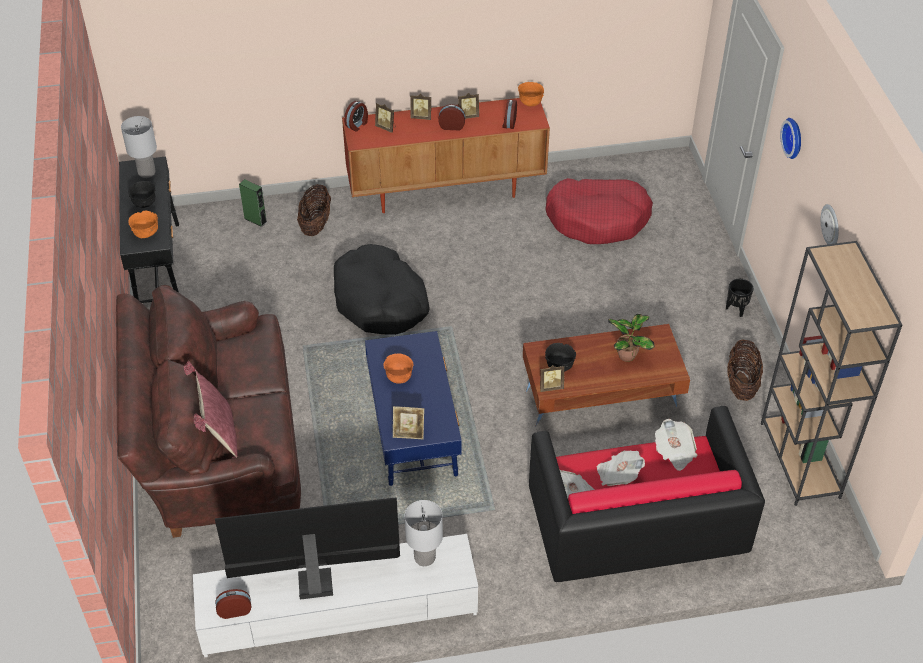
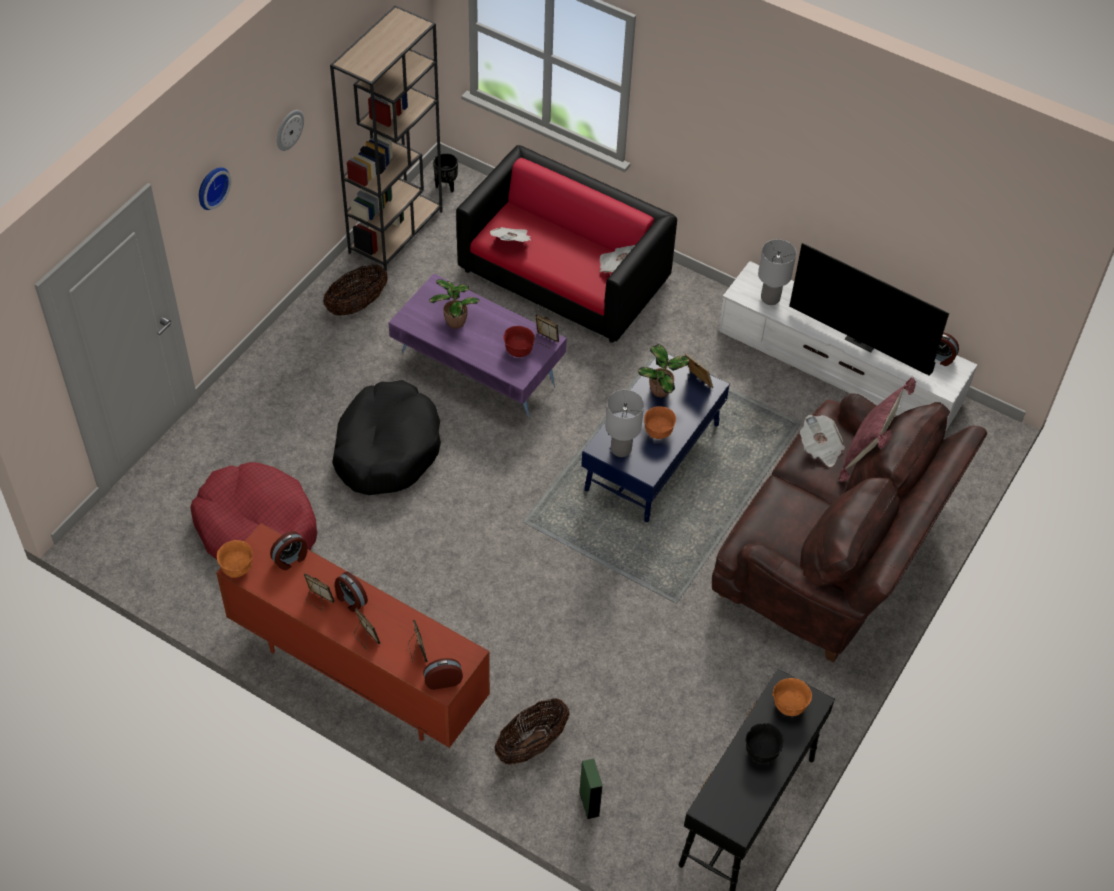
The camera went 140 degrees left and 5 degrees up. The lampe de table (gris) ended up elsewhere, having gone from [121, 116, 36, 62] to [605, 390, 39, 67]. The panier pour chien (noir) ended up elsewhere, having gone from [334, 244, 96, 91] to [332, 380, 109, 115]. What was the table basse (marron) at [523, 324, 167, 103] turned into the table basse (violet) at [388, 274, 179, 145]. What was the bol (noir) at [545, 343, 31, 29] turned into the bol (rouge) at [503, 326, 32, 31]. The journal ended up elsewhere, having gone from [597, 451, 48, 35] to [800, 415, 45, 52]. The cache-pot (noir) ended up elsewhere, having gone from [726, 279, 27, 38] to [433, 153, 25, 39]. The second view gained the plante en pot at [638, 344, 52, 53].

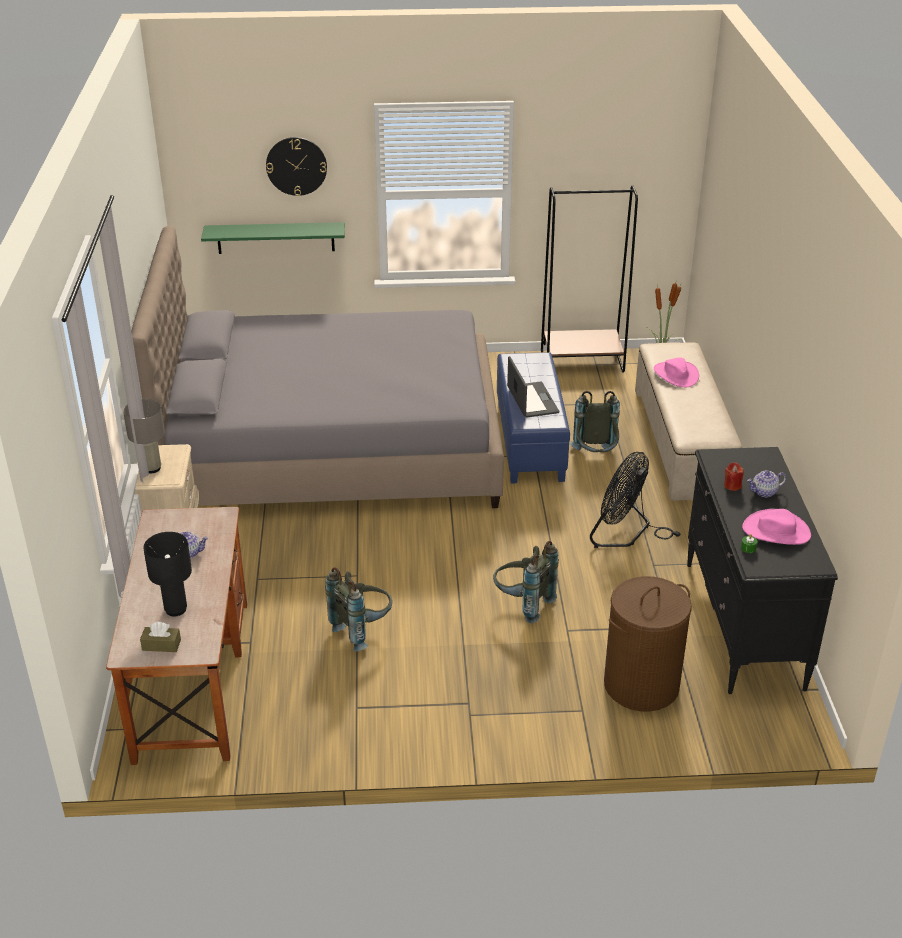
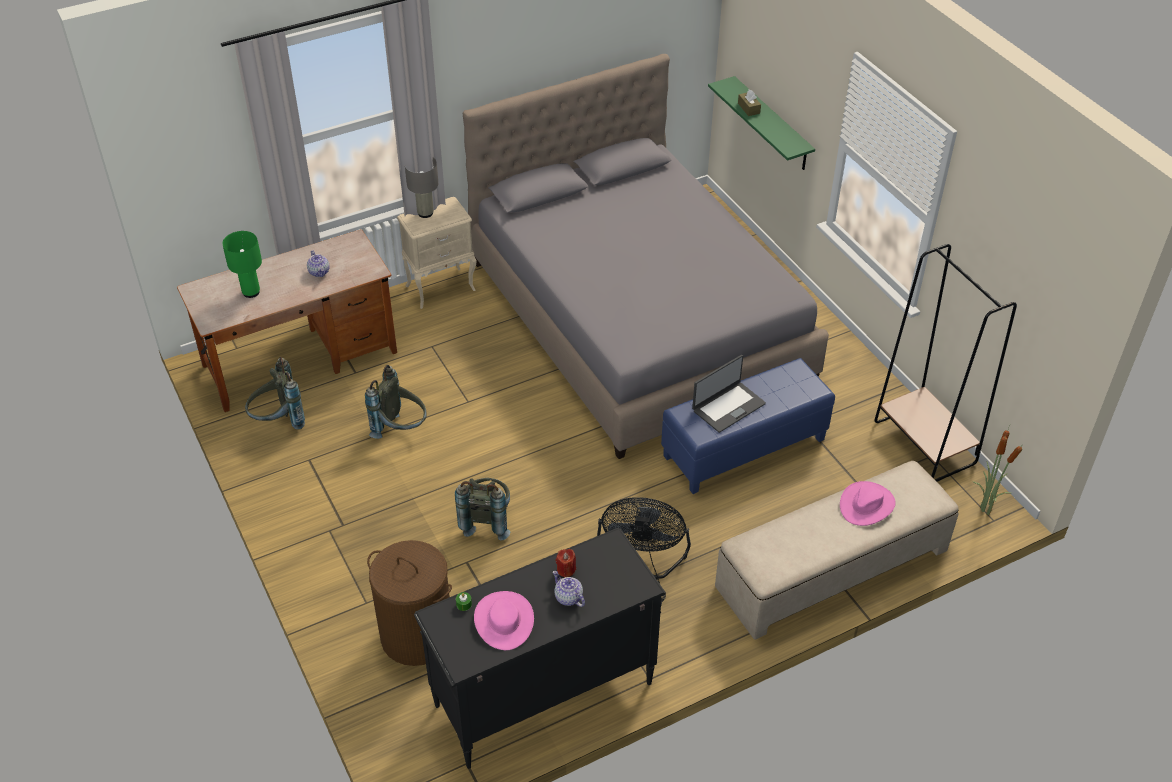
The camera went 65 degrees right and 10 degrees up. The boîte à mouchoirs (marron) ended up elsewhere, having gone from [140, 622, 41, 30] to [738, 89, 23, 27]. What was the lampe de table (noir) at [144, 532, 48, 84] turned into the lampe de table (vert) at [223, 231, 39, 67]. The second view lost the horloge murale at [266, 137, 61, 59]. The sac à dos (gris) ended up elsewhere, having gone from [570, 391, 50, 61] to [245, 357, 60, 72].

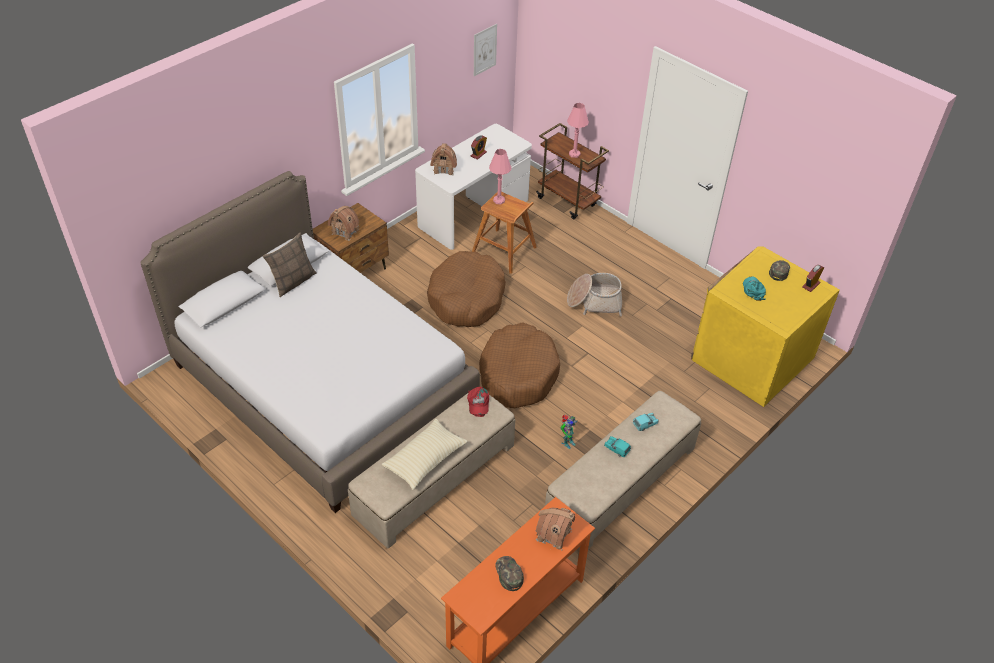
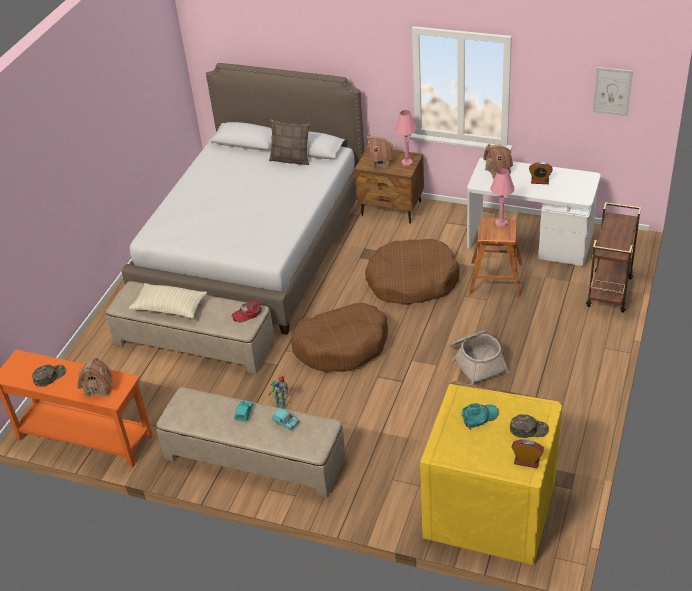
The camera went 70 degrees right and 5 degrees down. The lampe de table (rose) ended up elsewhere, having gone from [567, 103, 22, 55] to [395, 110, 22, 56].

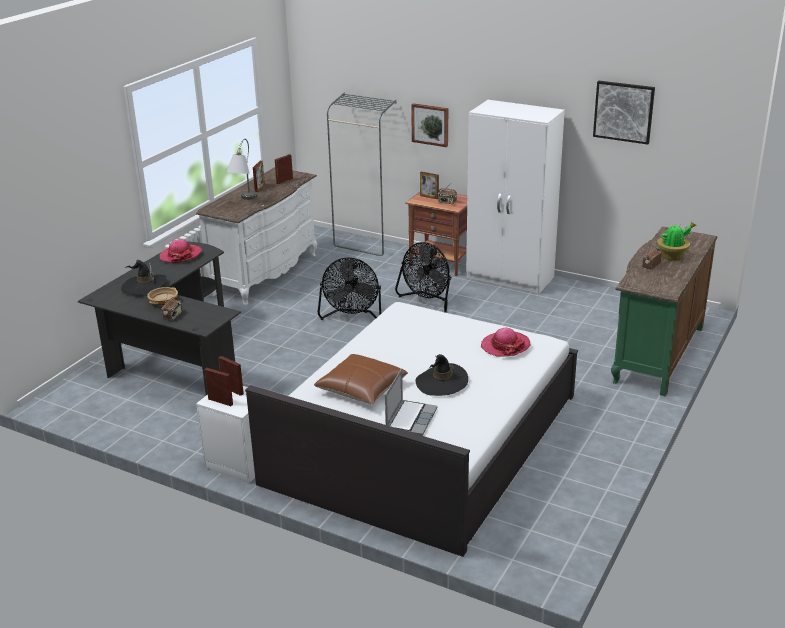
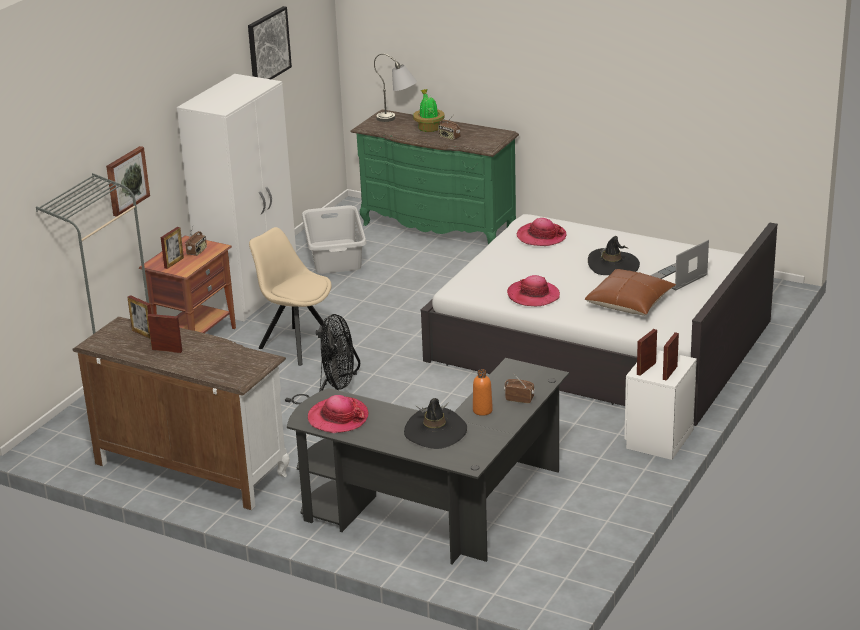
The camera went 90 degrees left and 0 degrees up. Where the bol (beige) stood at [147, 287, 31, 19], the bouteille (orange) came to stand at [473, 369, 20, 47]. The lampe de table (gris) ended up elsewhere, having gone from [227, 139, 31, 61] to [374, 54, 43, 68]. The ordinateur portable at [385, 369, 53, 67] ended up facing another way, 60 degrees counterclockwise from before. Where the ventilateur (noir) stood at [395, 242, 57, 71], the chaise (beige) came to stand at [249, 227, 87, 139]. The second view gained the panier à linge (gris) at [302, 205, 64, 69]. The second view gained the chapeau at [507, 275, 53, 31].

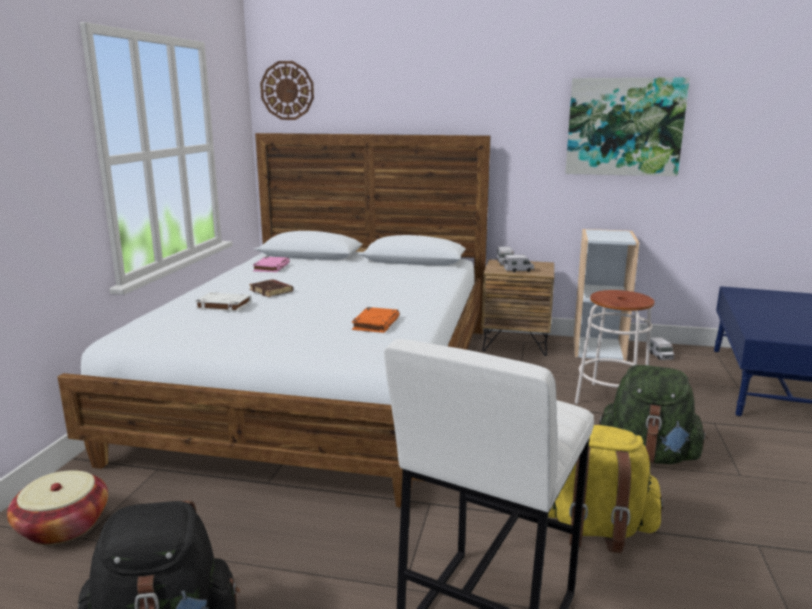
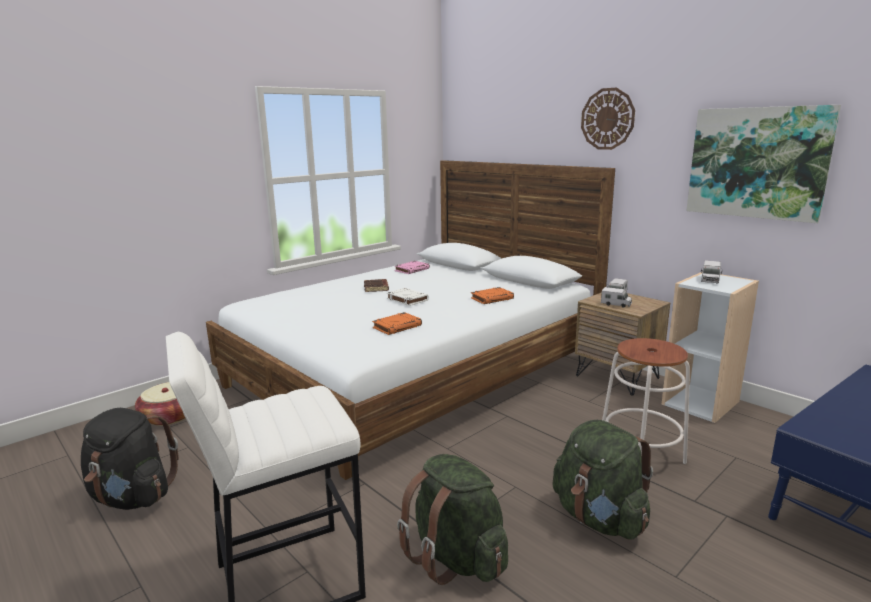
The camera went 35 degrees right and 0 degrees up. The livre (blanc) ended up elsewhere, having gone from [195, 292, 57, 20] to [387, 288, 42, 18]. The horloge murale ended up elsewhere, having gone from [260, 61, 54, 59] to [581, 88, 54, 62]. What was the sac à dos (jaune) at [548, 425, 115, 128] turned into the sac à dos (vert) at [397, 454, 111, 131]. The camion jouet ended up elsewhere, having gone from [650, 337, 24, 23] to [701, 260, 21, 24]. The second view gained the livre (orange) at [471, 287, 43, 17].

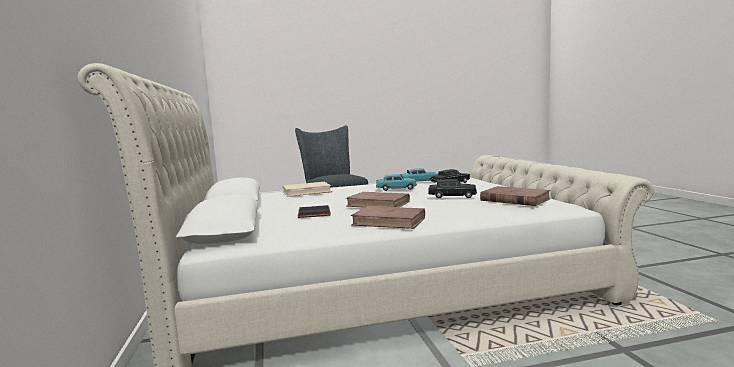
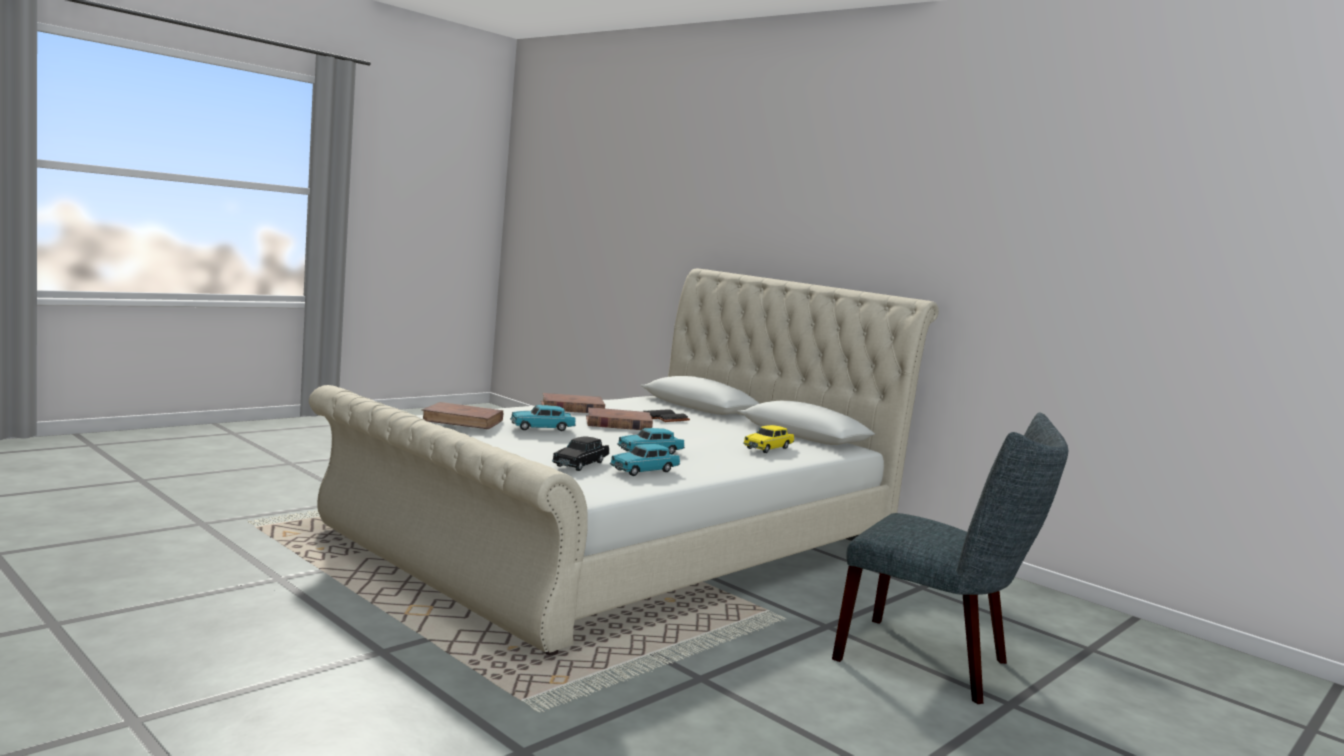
The camera went 145 degrees right and 0 degrees up. Where the livre (beige) stood at [283, 182, 49, 15], the petite voiture (jaune) came to stand at [743, 425, 51, 28]. What was the petite voiture (noir) at [428, 179, 49, 19] turned into the petite voiture (turquoise) at [510, 405, 66, 26].

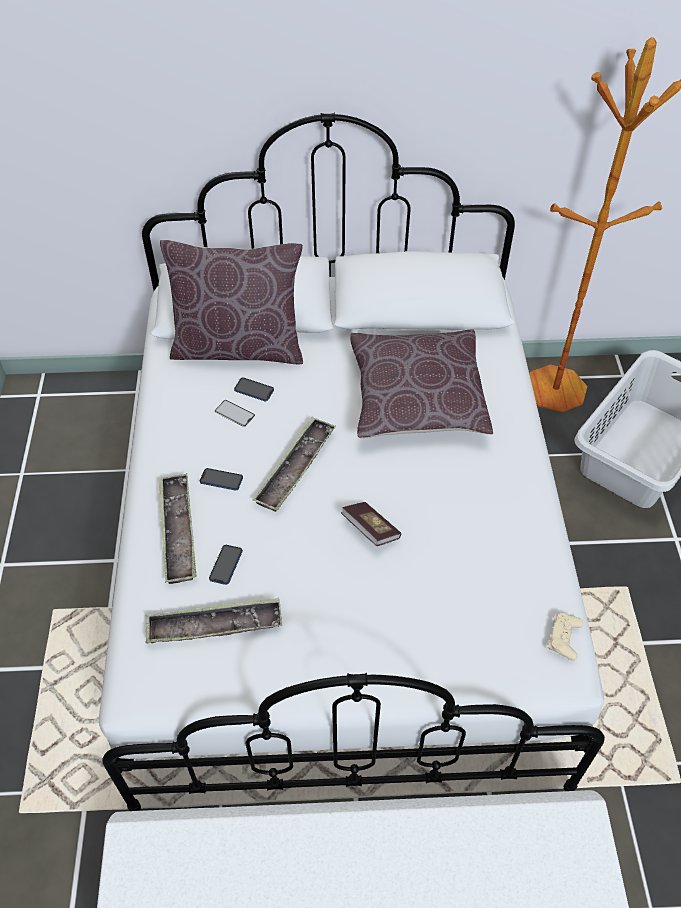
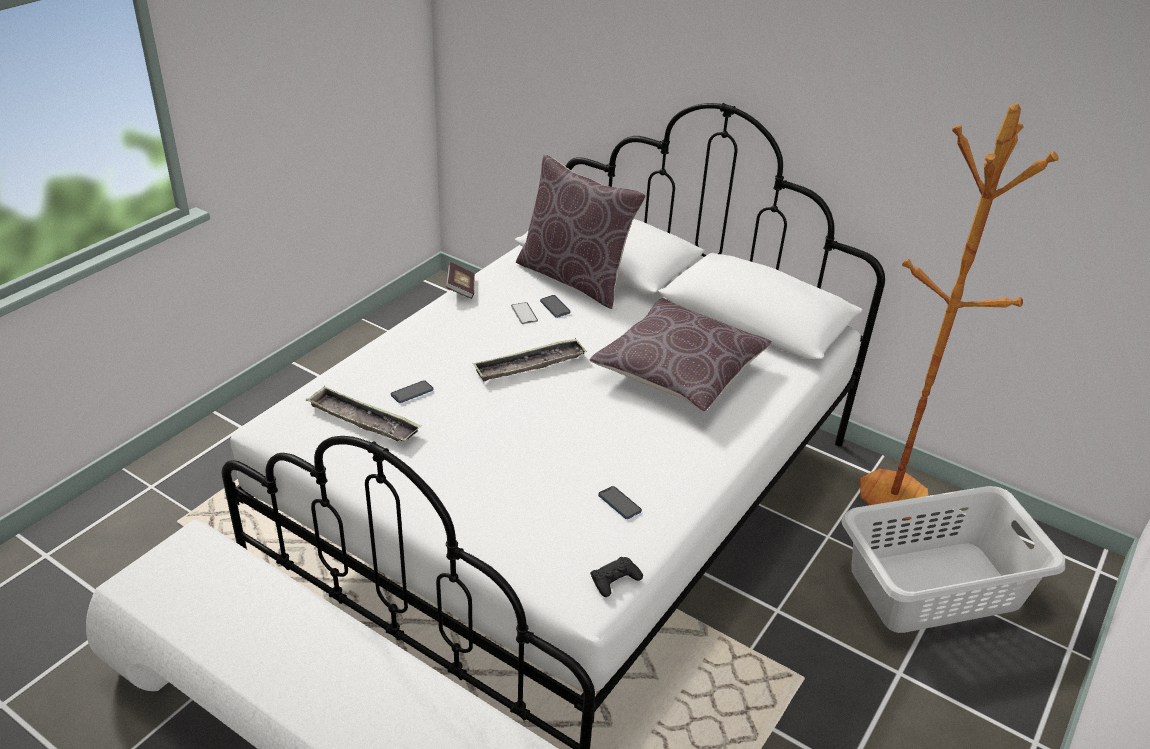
The camera went 35 degrees right and 15 degrees down. The second view lost the plateau at [158, 474, 39, 110]. The téléphone ended up elsewhere, having gone from [200, 468, 43, 23] to [598, 486, 44, 33]. The livre ended up elsewhere, having gone from [341, 502, 61, 44] to [446, 262, 29, 37]. What was the manette (beige) at [548, 613, 35, 47] turned into the manette (noir) at [590, 557, 53, 40].

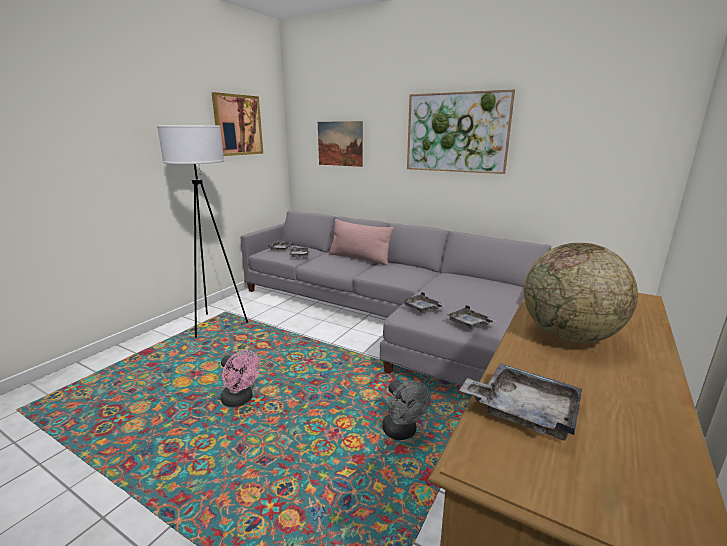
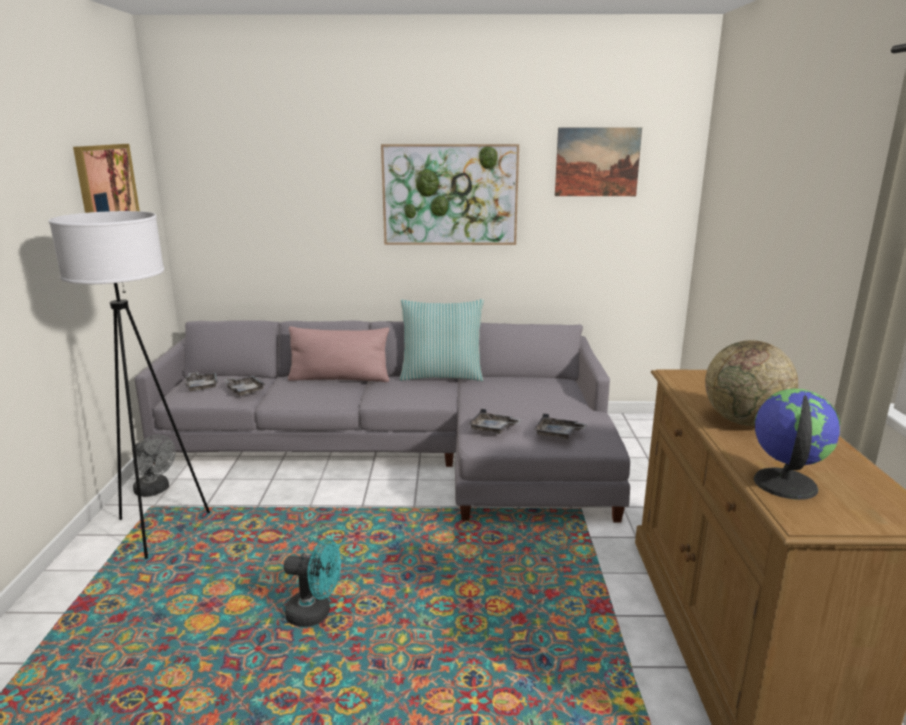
The camera went 30 degrees left and 0 degrees up. What was the ventilateur (rose) at [220, 350, 40, 57] turned into the ventilateur (turquoise) at [284, 538, 57, 89]. The tableau ended up elsewhere, having gone from [318, 121, 45, 46] to [555, 128, 87, 68]. The ventilateur (gris) ended up elsewhere, having gone from [382, 380, 48, 60] to [132, 435, 44, 62]. Where the plateau (gris) stood at [459, 363, 123, 77], the globe came to stand at [754, 389, 87, 111]. The second view gained the coussin at [400, 299, 84, 82].

